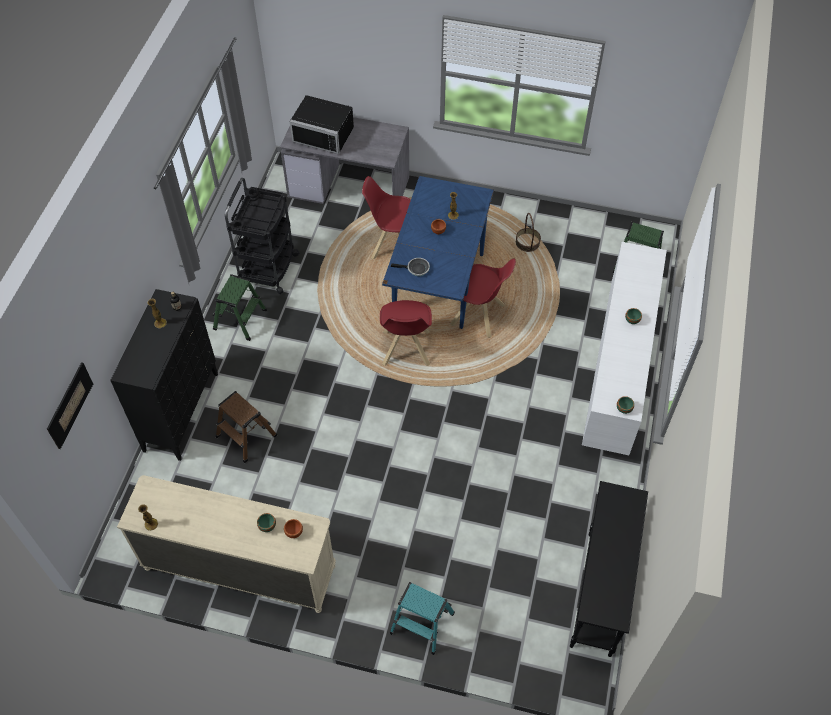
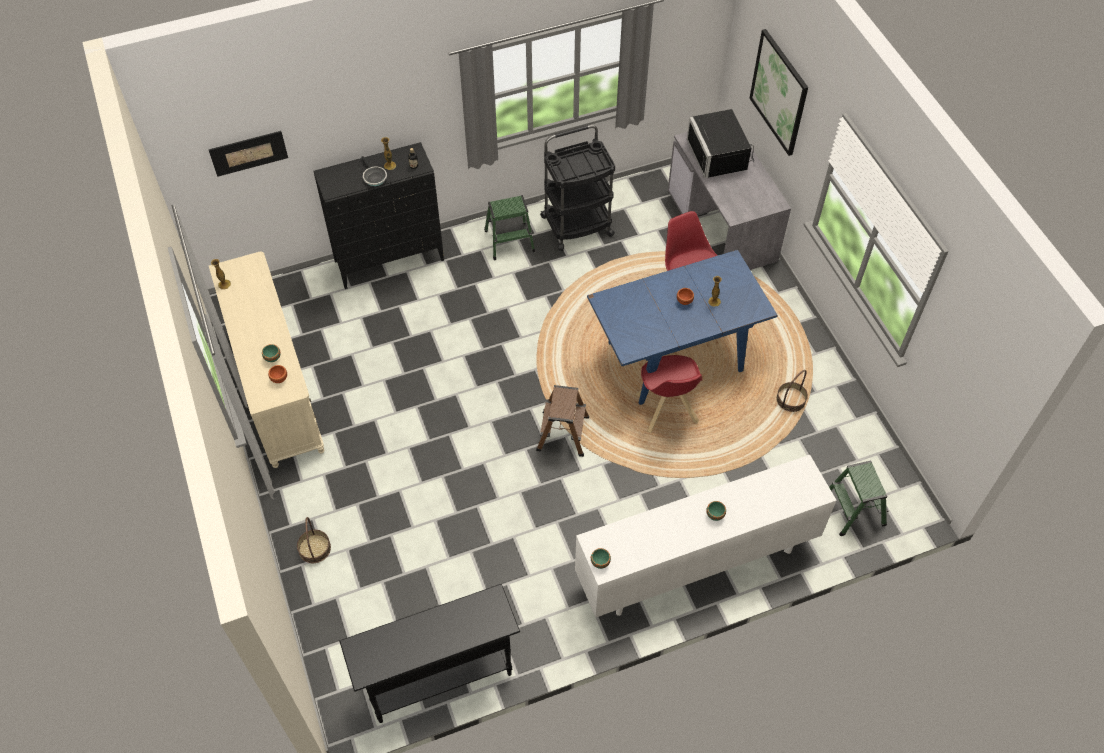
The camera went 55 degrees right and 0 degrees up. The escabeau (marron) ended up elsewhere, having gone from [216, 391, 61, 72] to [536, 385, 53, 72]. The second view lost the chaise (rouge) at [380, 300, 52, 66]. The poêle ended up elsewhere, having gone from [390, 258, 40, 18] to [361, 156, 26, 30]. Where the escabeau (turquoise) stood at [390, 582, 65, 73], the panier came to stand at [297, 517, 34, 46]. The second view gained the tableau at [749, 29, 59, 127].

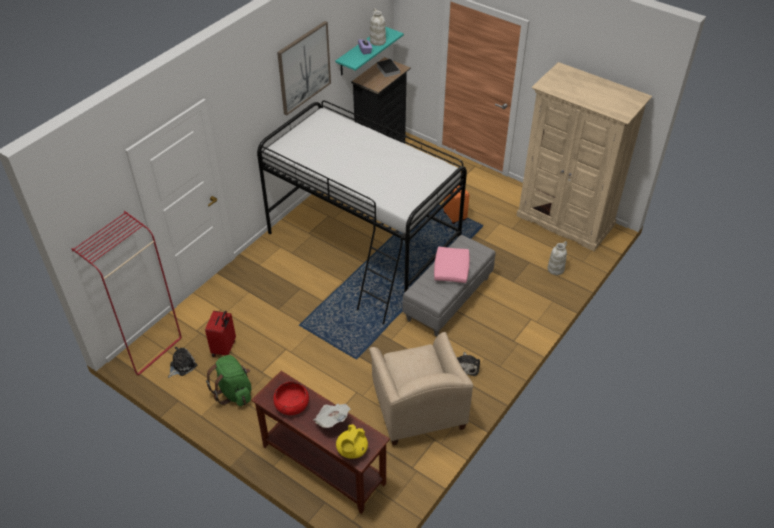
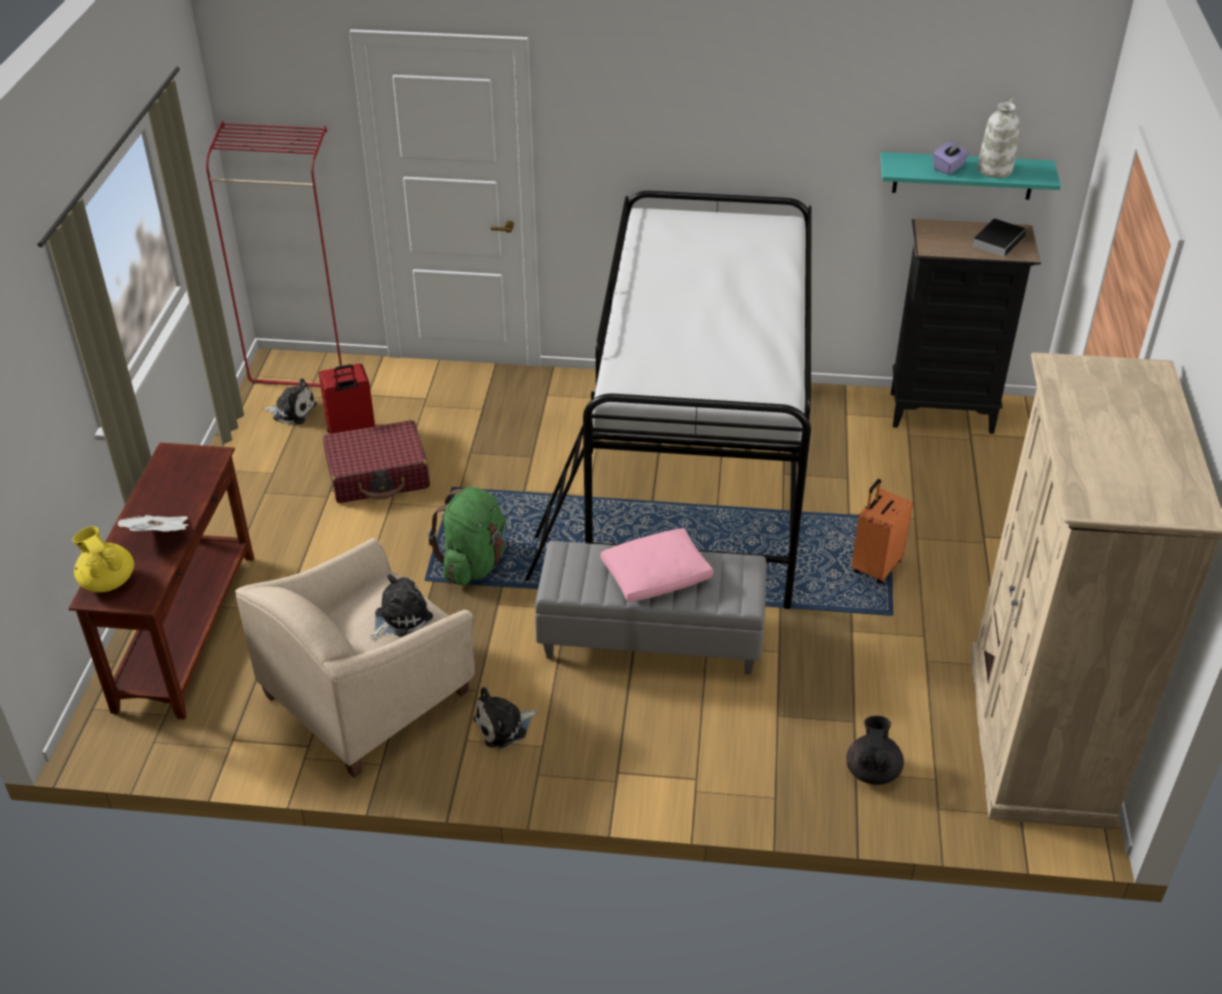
The camera went 60 degrees right and 5 degrees down. The sac à dos (vert) ended up elsewhere, having gone from [206, 355, 46, 51] to [428, 487, 79, 98]. The second view lost the bol (rouge) at [273, 382, 36, 33]. The second view lost the tableau at [277, 21, 54, 95]. The théière (jaune) at [336, 425, 32, 34] ended up facing another way, 60 degrees clockwise from before. Where the vase (blanc) stood at [547, 241, 20, 34], the théière (noir) came to stand at [846, 716, 58, 69]. The second view gained the valise (rouge) at [323, 420, 107, 83]. The second view gained the peluche at [371, 574, 62, 66].

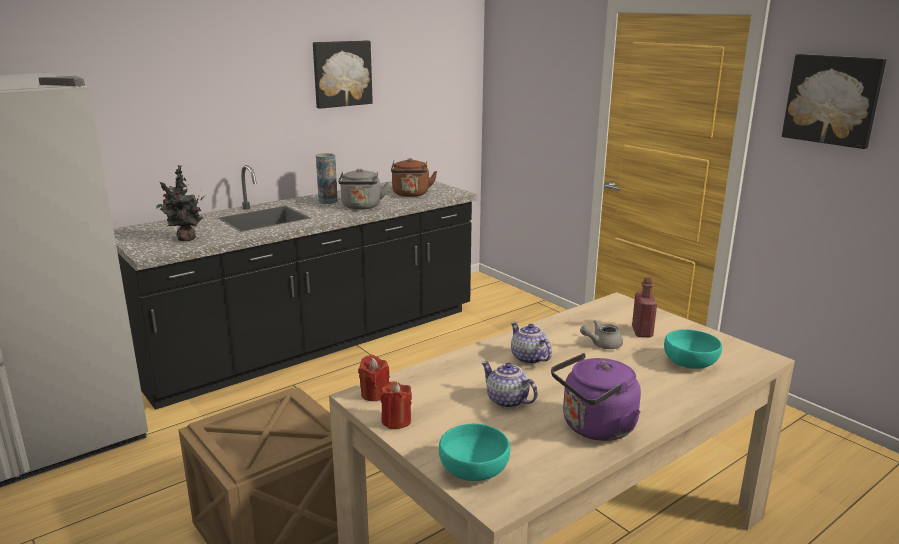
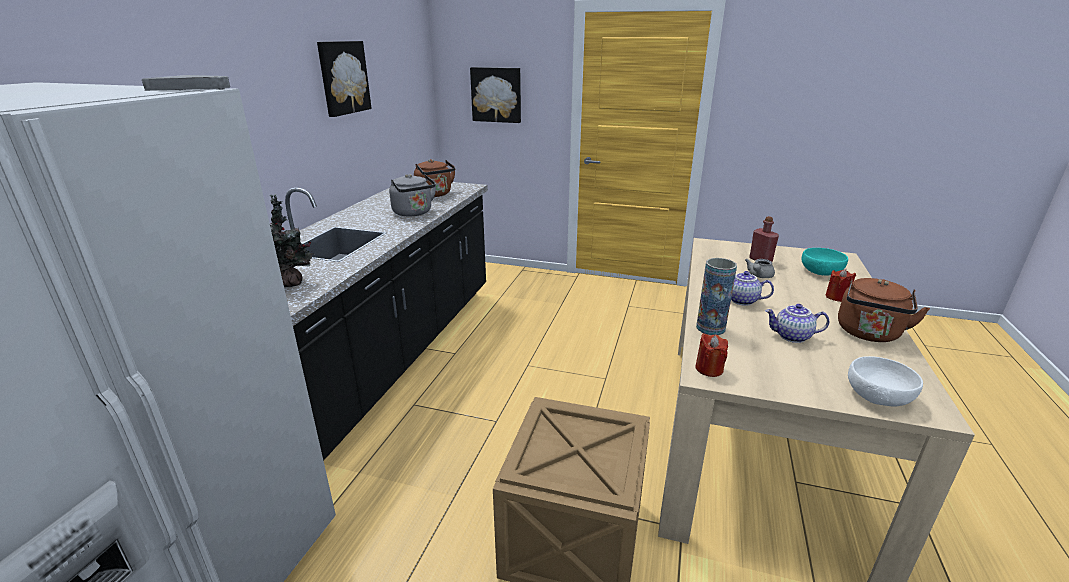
The camera went 35 degrees left and 5 degrees up. The vase ended up elsewhere, having gone from [316, 153, 22, 51] to [696, 258, 41, 77]. The bougie (rouge) ended up elsewhere, having gone from [381, 382, 31, 47] to [826, 269, 30, 33]. What was the bol (turquoise) at [439, 424, 71, 57] turned into the bol (blanc) at [848, 356, 75, 51]. What was the bouilloire (violet) at [551, 353, 90, 88] turned into the bouilloire (marron) at [838, 278, 92, 64]. The tableau ended up elsewhere, having gone from [782, 54, 104, 95] to [470, 67, 51, 56].

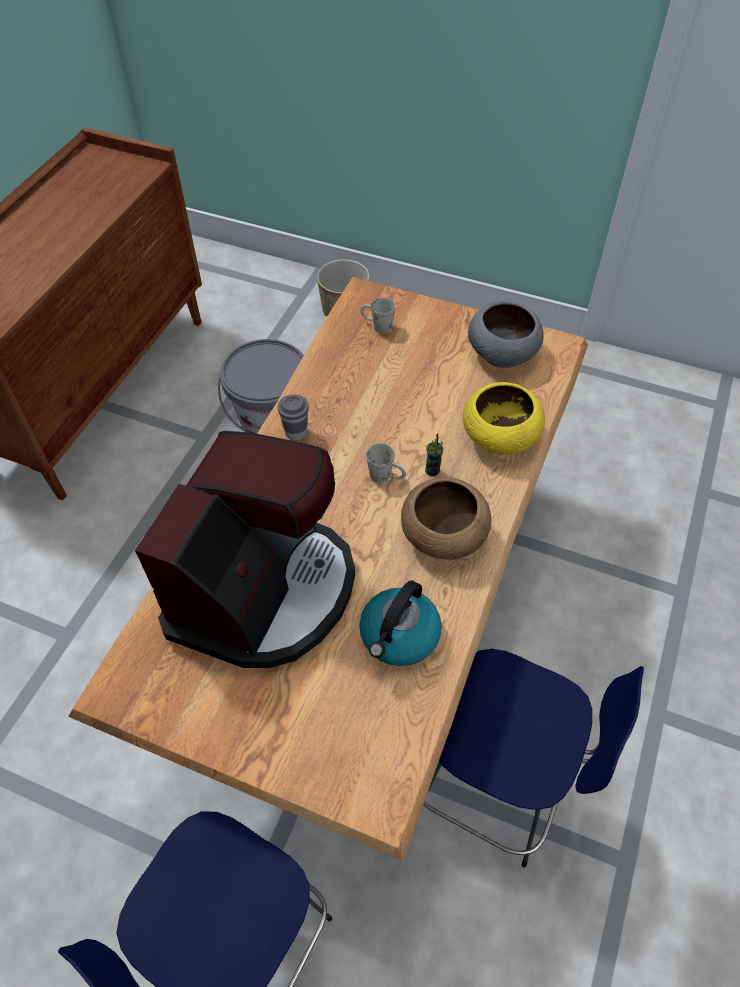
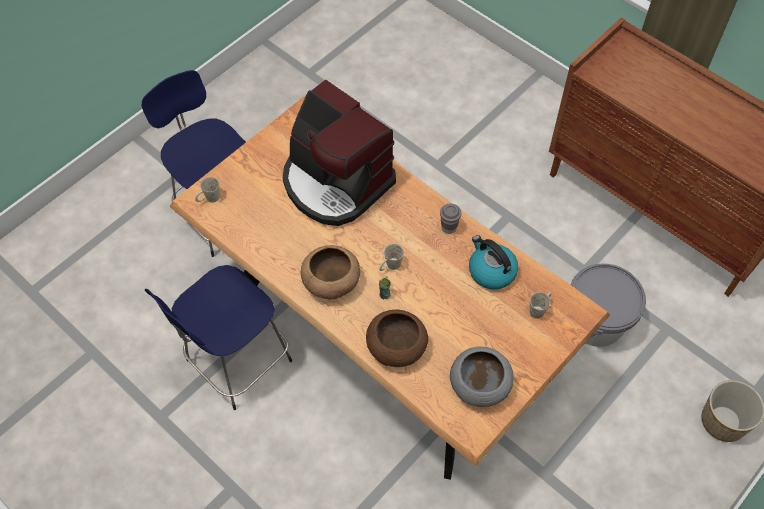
The camera went 110 degrees right and 5 degrees up. The bouilloire ended up elsewhere, having gone from [359, 580, 83, 86] to [469, 235, 49, 54]. What was the bol (jaune) at [463, 382, 82, 72] turned into the bol (marron) at [366, 309, 62, 58]. The second view gained the mug (blanc) at [195, 177, 25, 26].

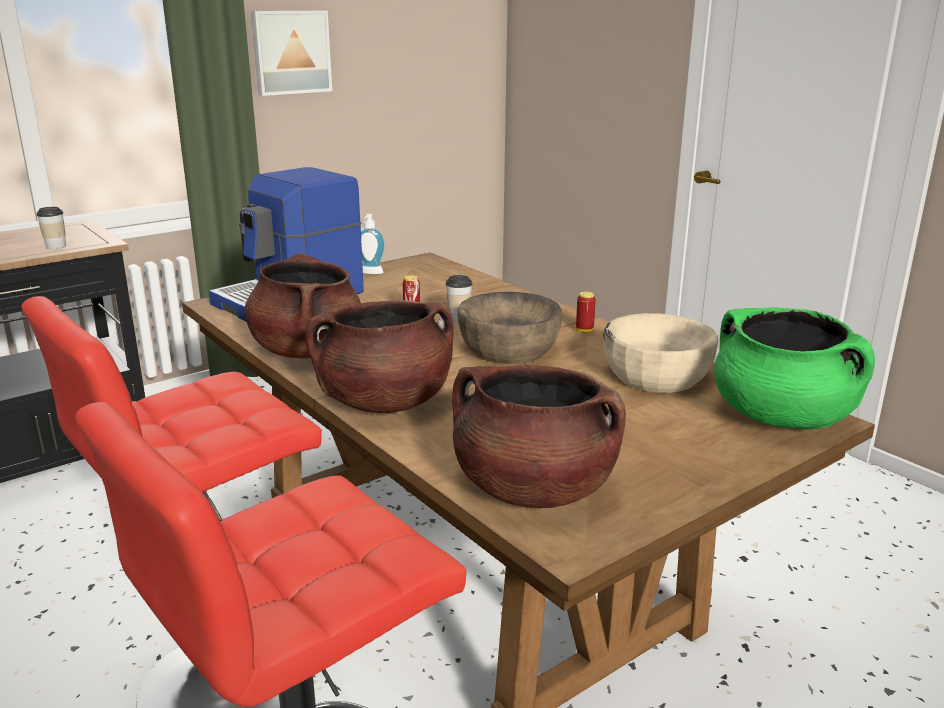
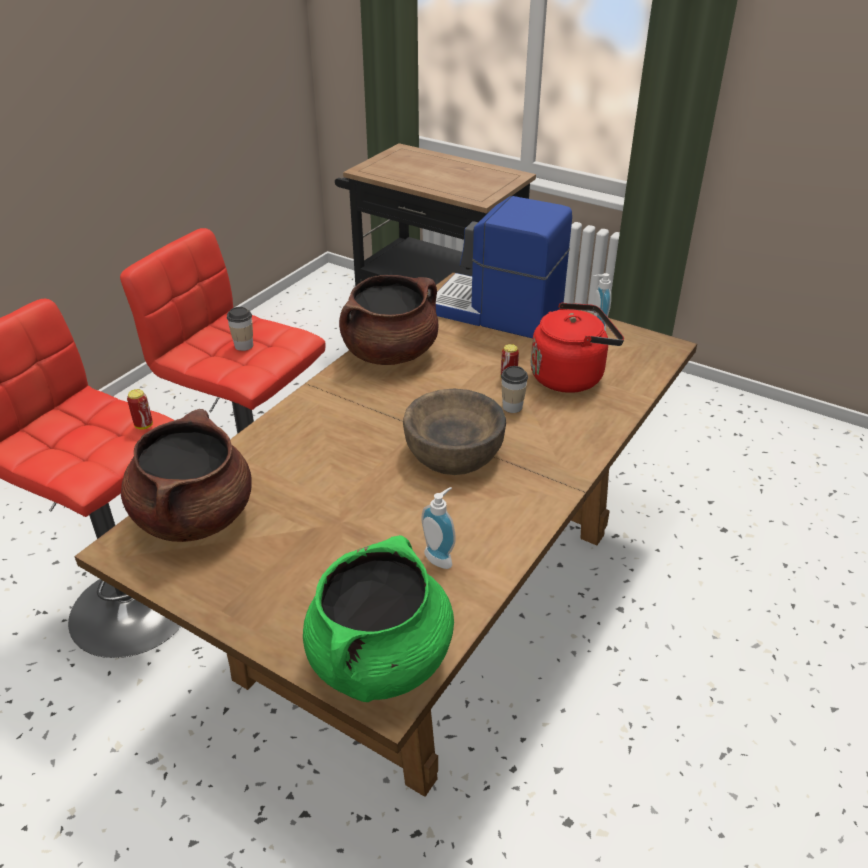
The camera went 70 degrees right and 15 degrees up. The tasse ended up elsewhere, having gone from [36, 207, 30, 42] to [227, 307, 26, 44]. The second view lost the tableau at [251, 11, 81, 85]. The second view lost the marmite (marron) at [305, 300, 149, 113]. The boîte métallique ended up elsewhere, having gone from [576, 292, 20, 41] to [127, 389, 26, 40]. Where the bol (beige) stood at [603, 313, 115, 80], the distributeur de savon came to stand at [421, 487, 35, 82]. The second view gained the bouilloire (rouge) at [531, 303, 93, 90].

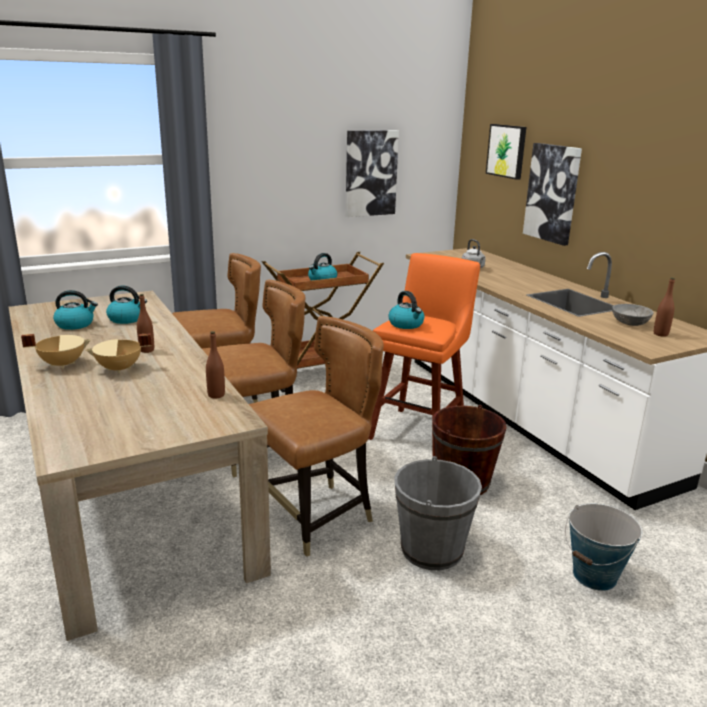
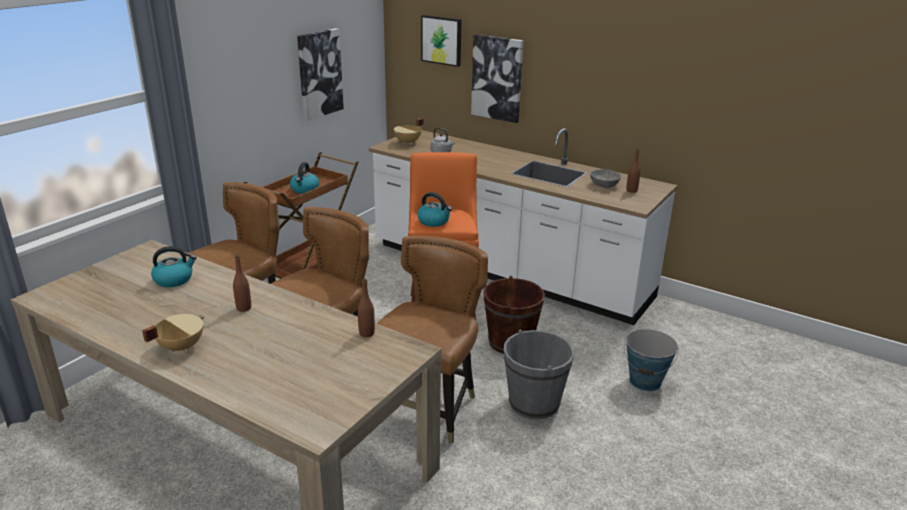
The camera went 30 degrees left and 5 degrees up. The second view lost the bouilloire at [53, 290, 45, 40]. The marmite (beige) ended up elsewhere, having gone from [85, 333, 67, 40] to [394, 118, 29, 26].

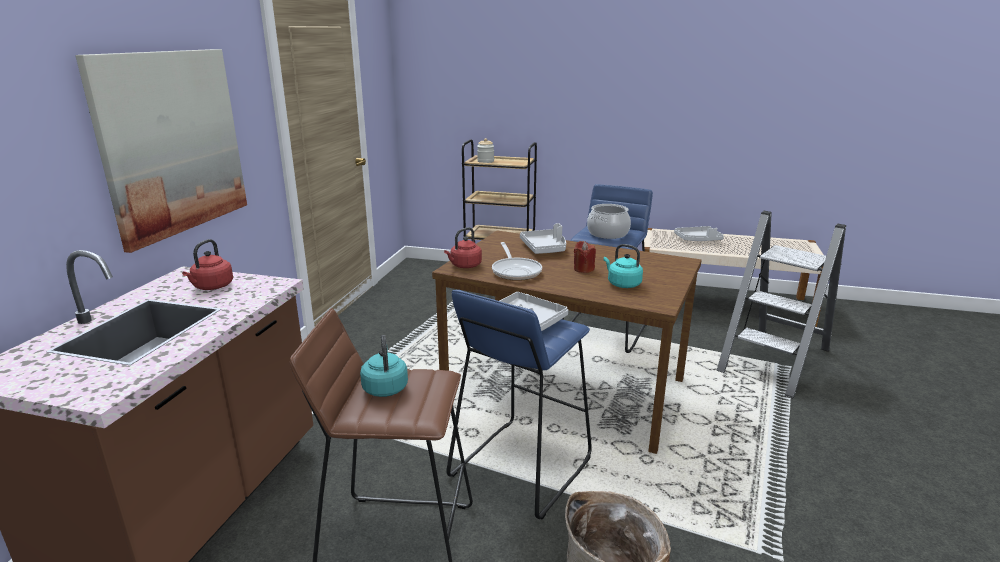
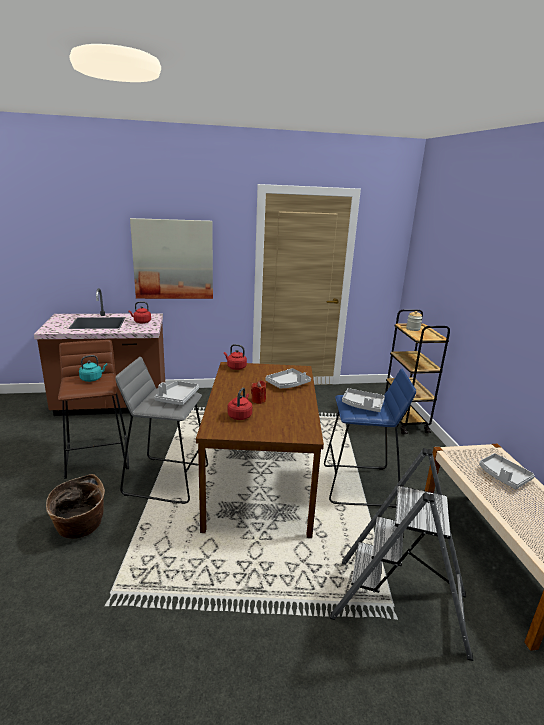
The camera went 65 degrees right and 0 degrees up. What was the tabouret (bleu) at [446, 290, 146, 229] turned into the tabouret (gris) at [115, 357, 93, 147]. The second view lost the poêle at [492, 242, 50, 39]. Where the marmite stood at [587, 204, 44, 35], the plateau (gris) came to stand at [342, 388, 43, 24]. What was the bouilloire (turquoise) at [603, 244, 40, 44] turned into the bouilloire (rouge) at [228, 388, 24, 32].

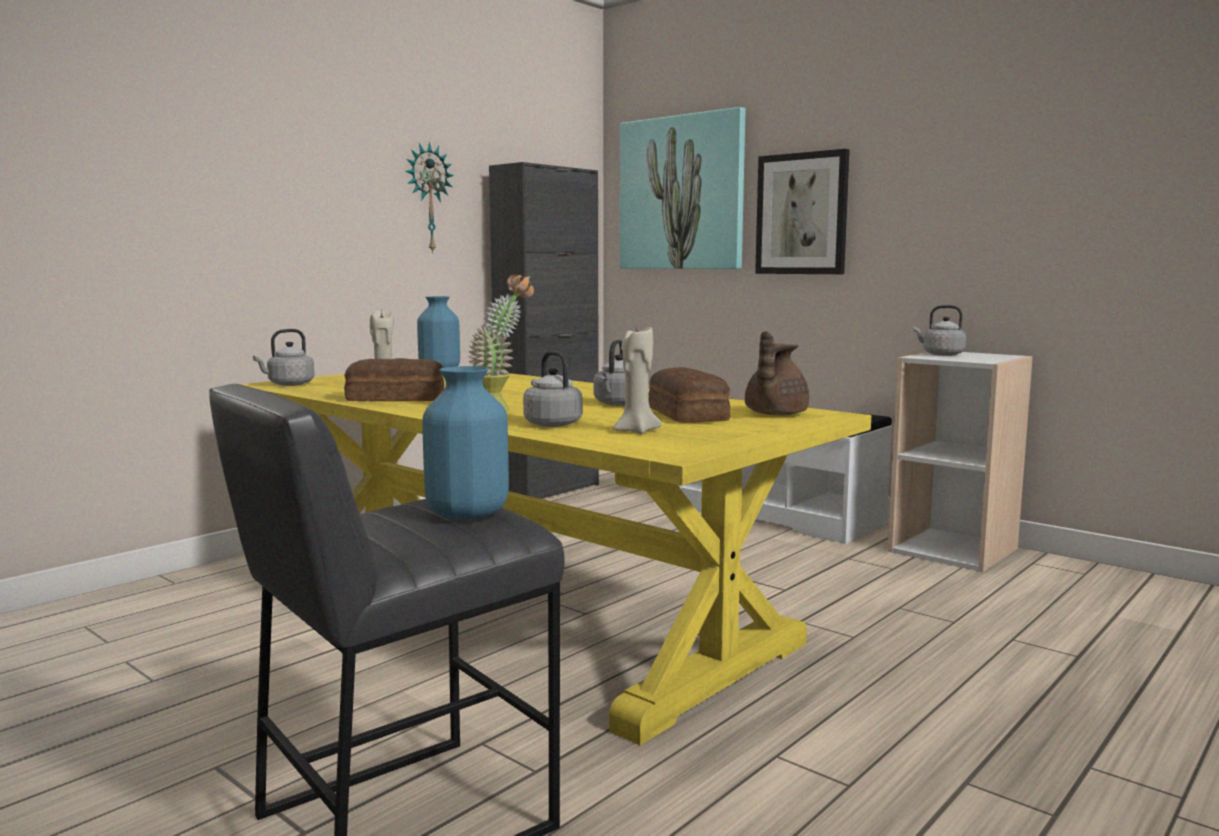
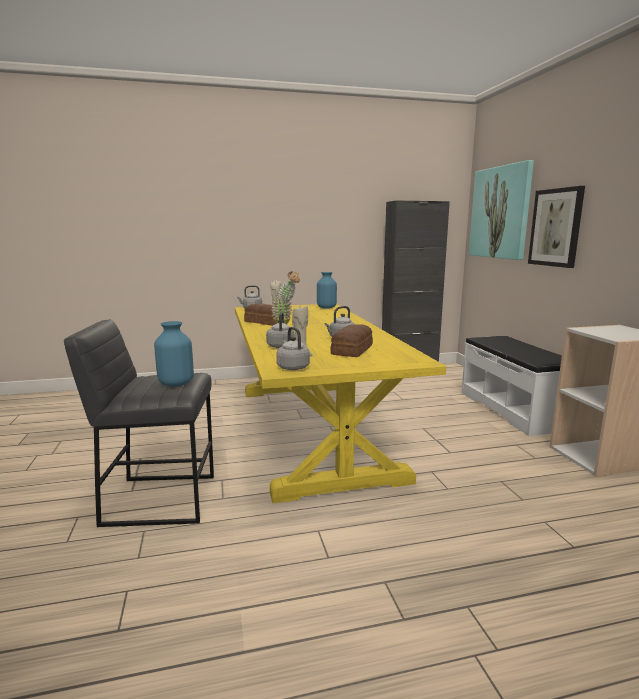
The camera went 35 degrees right and 5 degrees up. The second view lost the horloge murale at [405, 142, 49, 112]. The second view lost the théière (marron) at [745, 331, 64, 84]. The bouilloire (gris) ended up elsewhere, having gone from [913, 305, 53, 51] to [276, 327, 34, 43].

